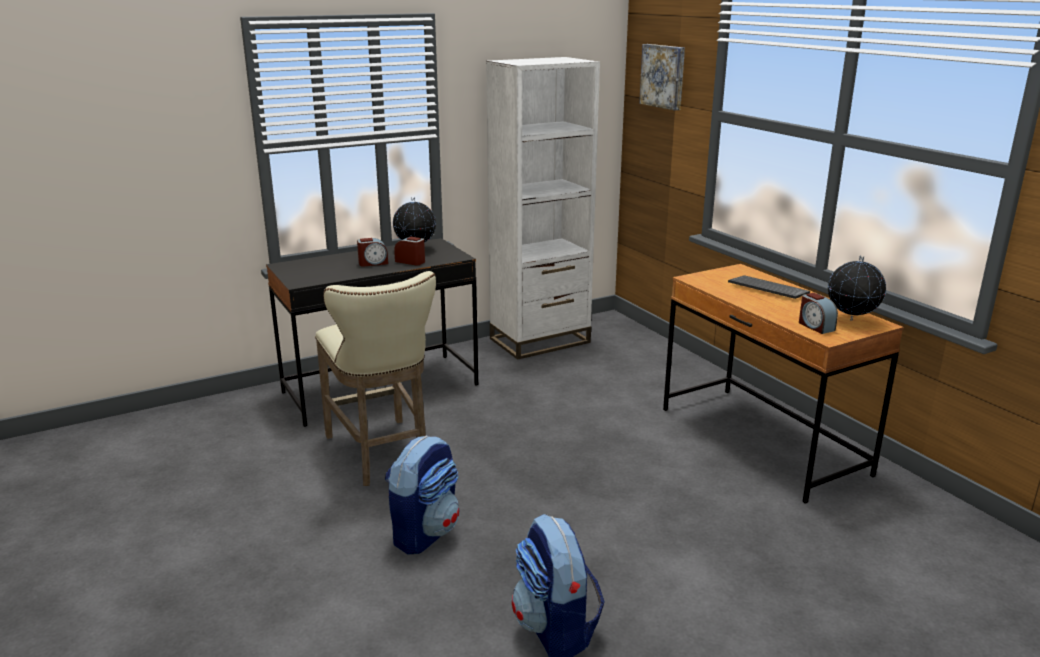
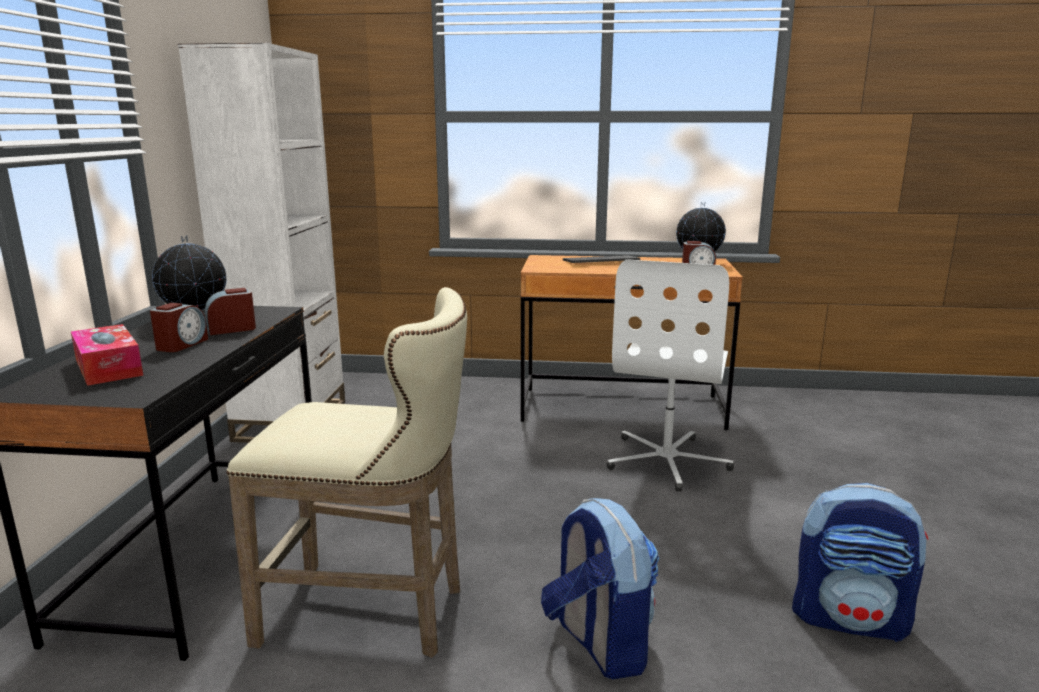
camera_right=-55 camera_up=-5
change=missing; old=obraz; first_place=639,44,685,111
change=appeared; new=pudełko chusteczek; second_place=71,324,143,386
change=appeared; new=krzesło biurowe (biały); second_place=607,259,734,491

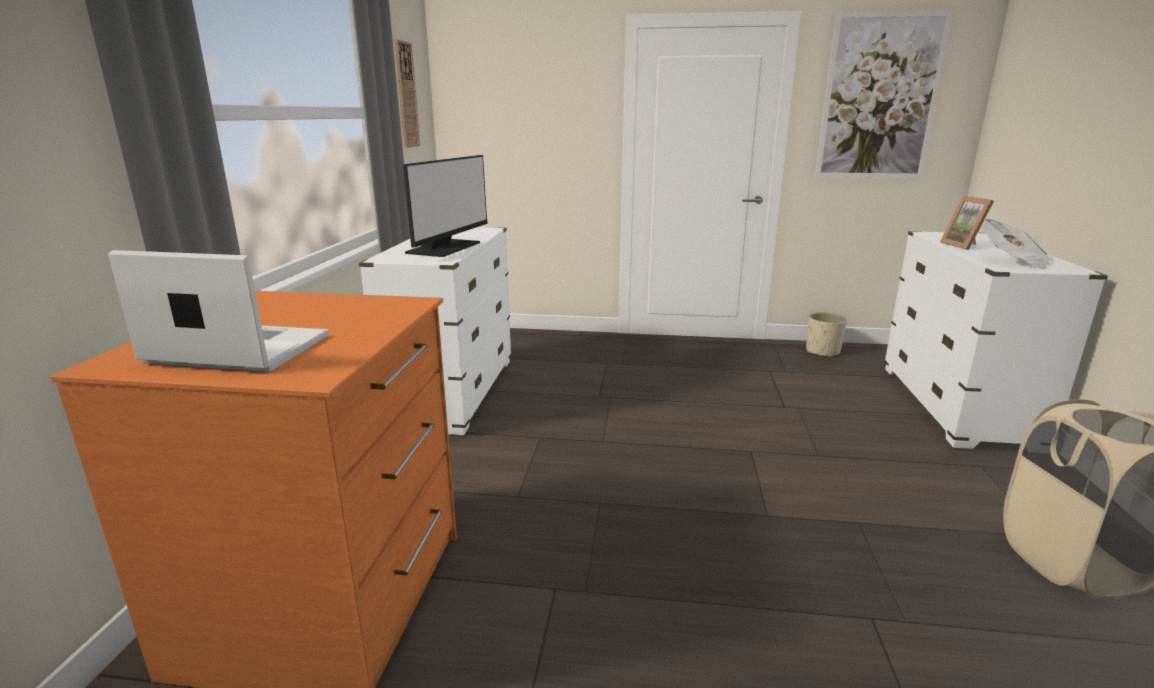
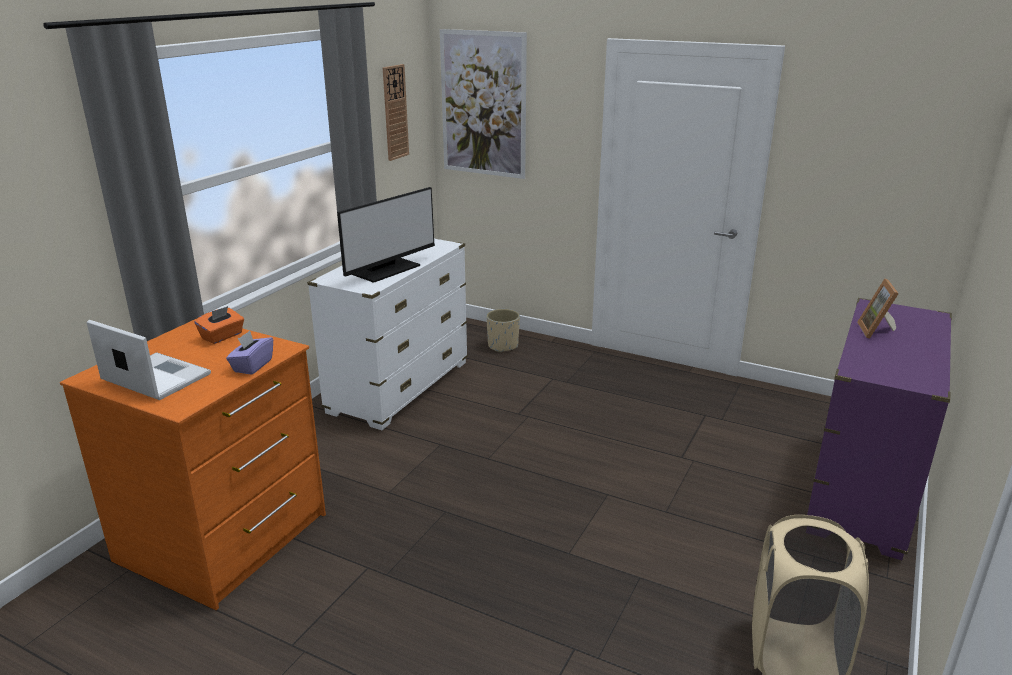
camera_right=20 camera_up=5
change=missing; old=gazeta; first_place=982,218,1053,270
change=appeared; new=pudełko chusteczek (pomarańczowy); second_place=194,306,244,344
change=appeared; new=pudełko chusteczek (fioletowy); second_place=226,331,273,375
change=relocated; old=donica (beżowy); first_place=806,312,847,357; second_place=486,309,520,353
change=relocated; old=obraz; first_place=815,10,953,178; second_place=440,29,527,179
change=colour; old=komoda (biały); new=komoda (fioletowy); first_place=884,231,1108,449; second_place=807,298,952,560

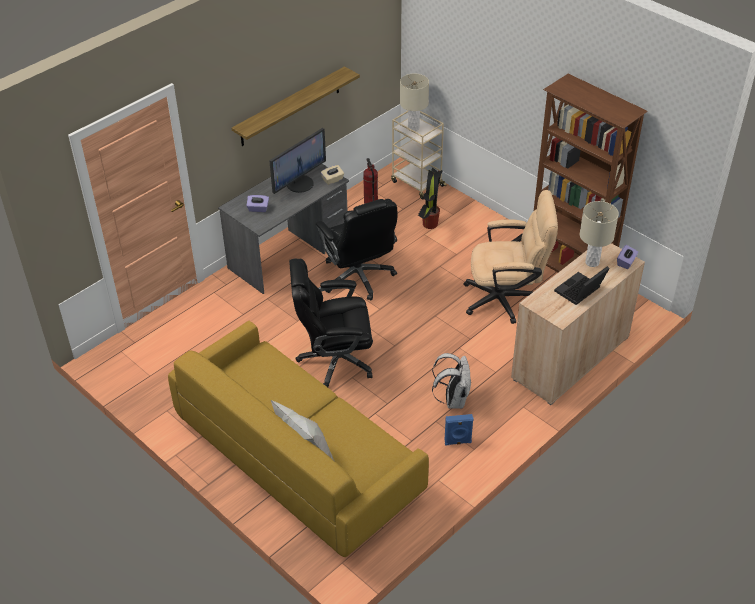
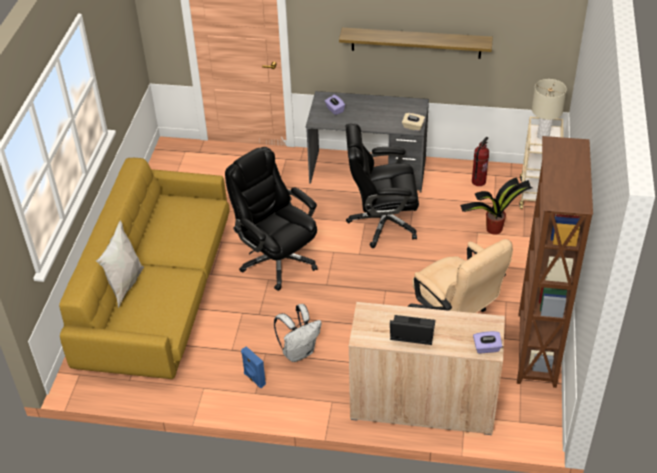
camera_right=55 camera_up=0
change=missing; old=monitor; first_place=269,128,326,194
change=missing; old=lampa stołowa (beżowy); first_place=580,201,619,267
change=spun; old=krzesło biurowe (czarny); first_place=316,199,398,301; second_place=346,124,419,248; degrees=60

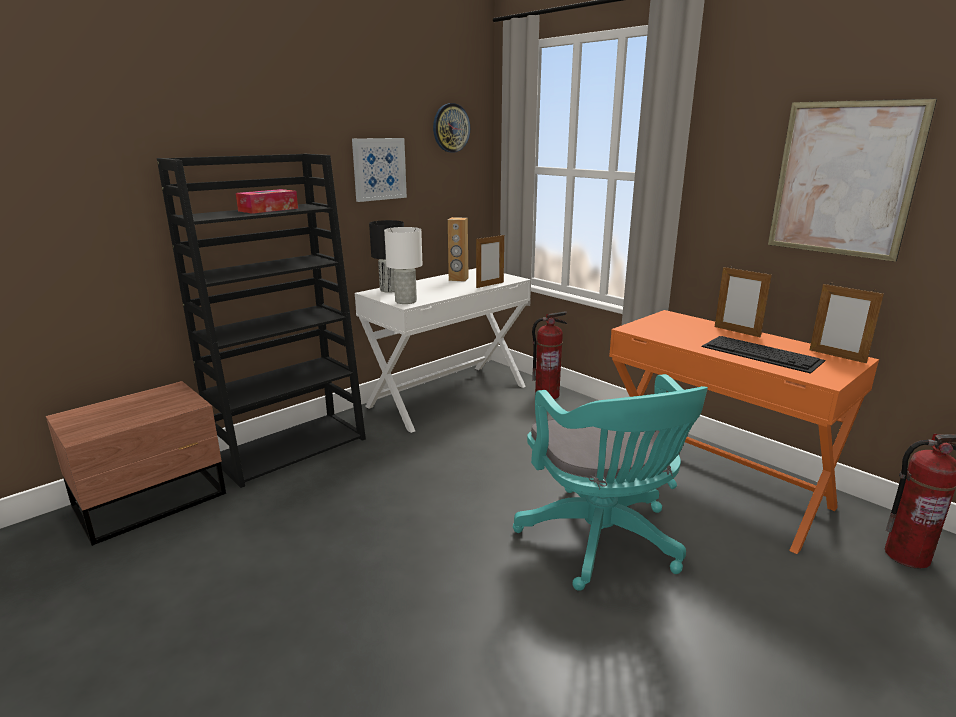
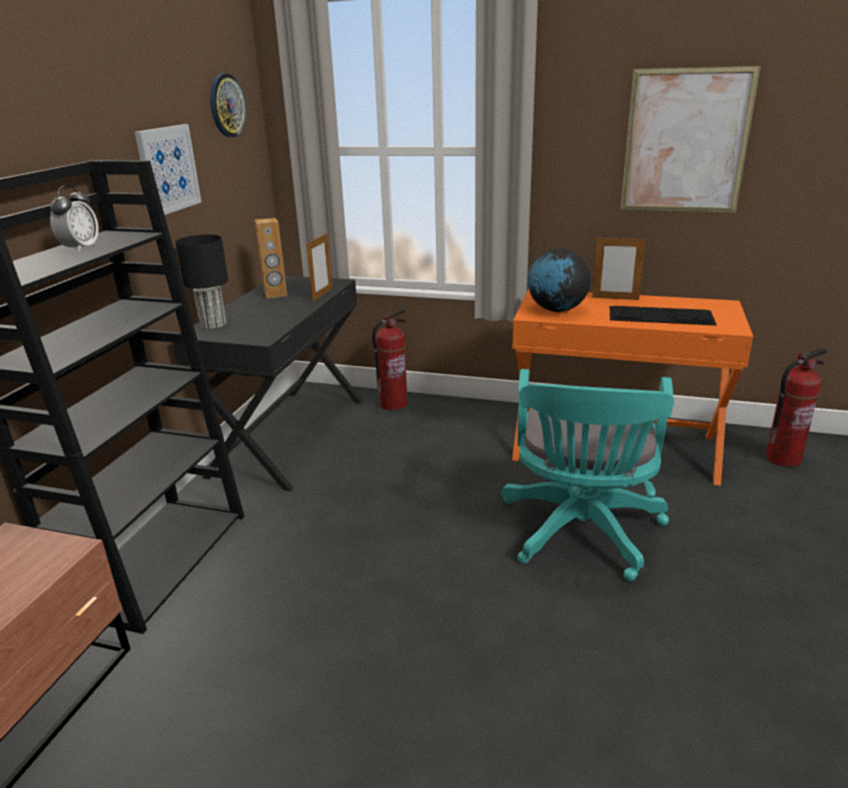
camera_right=-30 camera_up=5
change=missing; old=lampa stołowa (biały); first_place=384,227,422,304
change=missing; old=ramka na zdjęcie; first_place=809,283,884,363
change=appeared; new=globus; second_place=528,248,591,312
change=exchanged; old=pudełko chusteczek; new=budzik; first_place=236,189,298,214; second_place=50,185,99,252
change=colour; old=biurko (biały); new=biurko (czarny); first_place=355,268,531,433; second_place=173,276,363,491
change=spun; old=krzesło biurowe (turkusowy); first_place=513,374,708,591; second_place=502,369,674,581; degrees=60

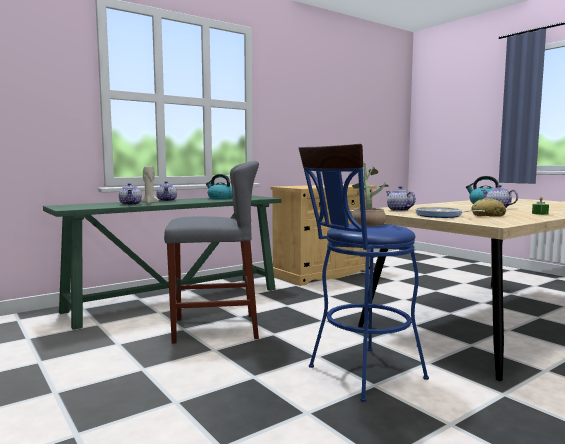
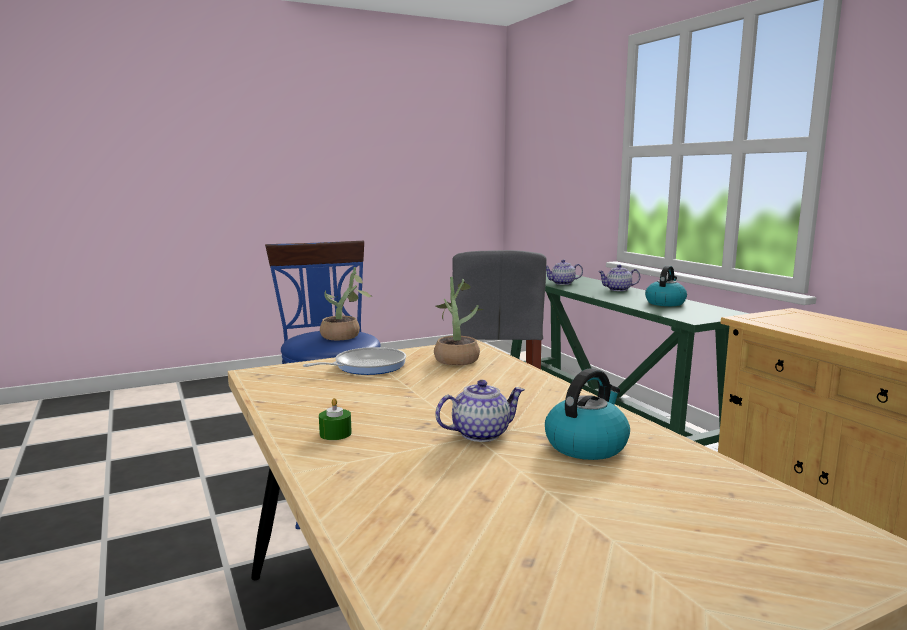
camera_right=100 camera_up=5
change=missing; old=świeca (beżowy); first_place=141,165,159,204
change=missing; old=chleb; first_place=471,198,506,217
change=exchanged; old=imbryk; new=roślina doniczkowa; first_place=386,186,416,211; second_place=434,277,483,366

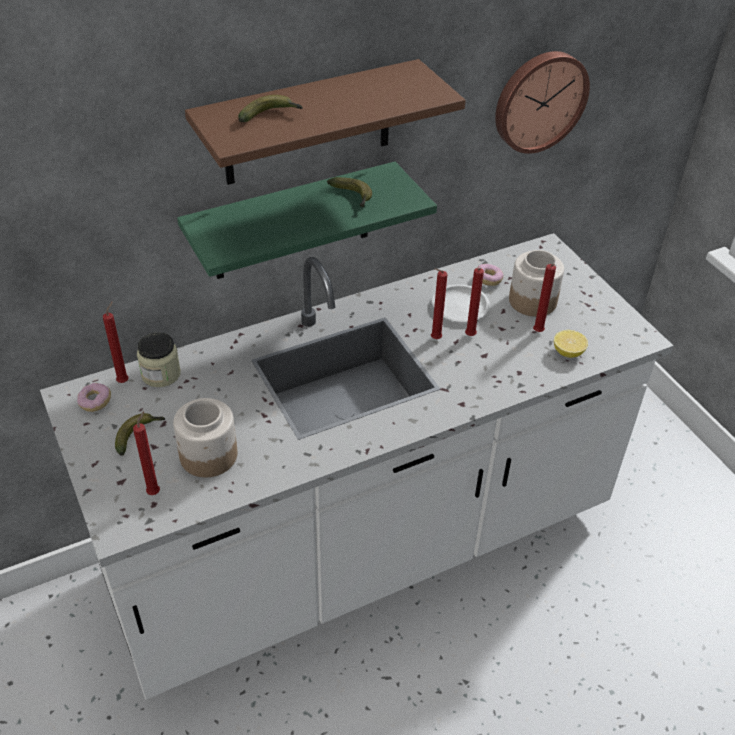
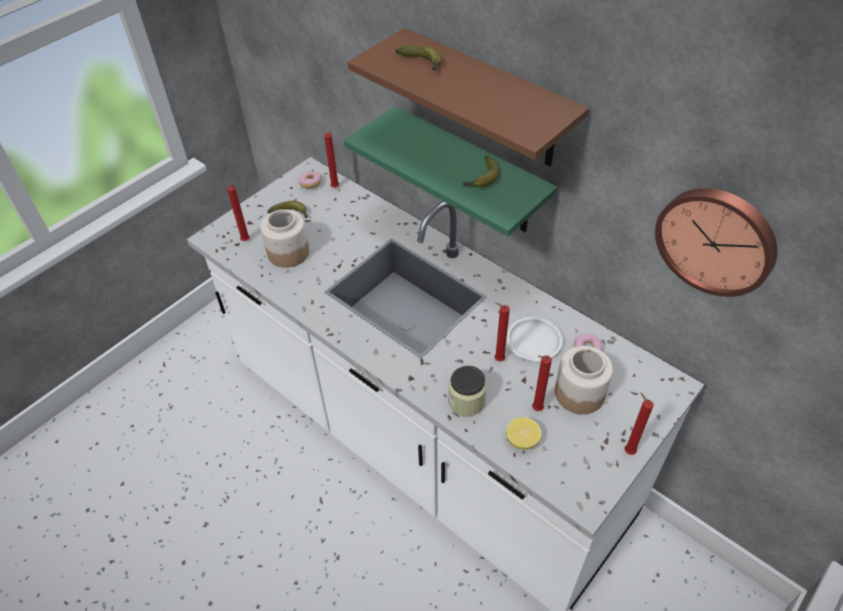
camera_right=70 camera_up=5
change=relocated; old=słoik; first_place=137,332,181,387; second_place=448,366,487,417
change=relocated; old=świeca (czerwony); first_place=431,268,448,339; second_place=624,392,654,455

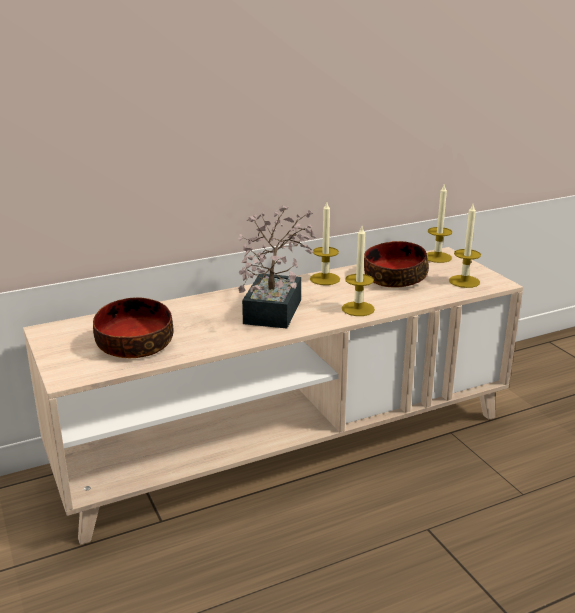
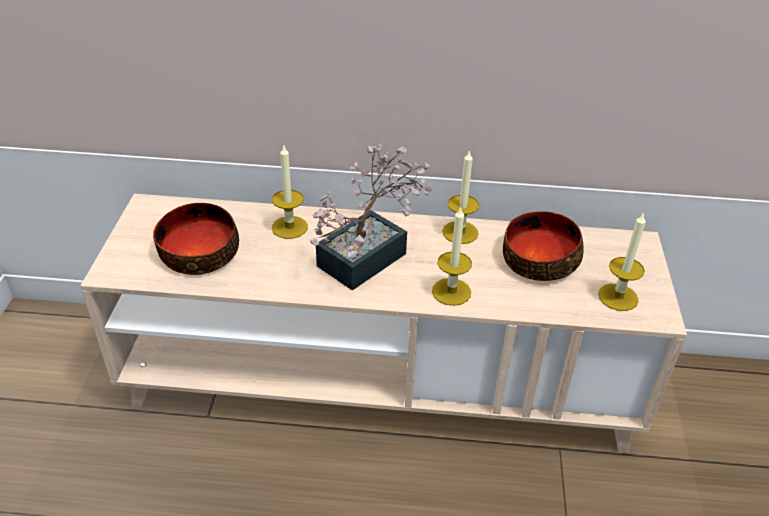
camera_right=30 camera_up=15
change=relocated; old=świeca; first_place=427,183,452,263; second_place=272,146,308,239

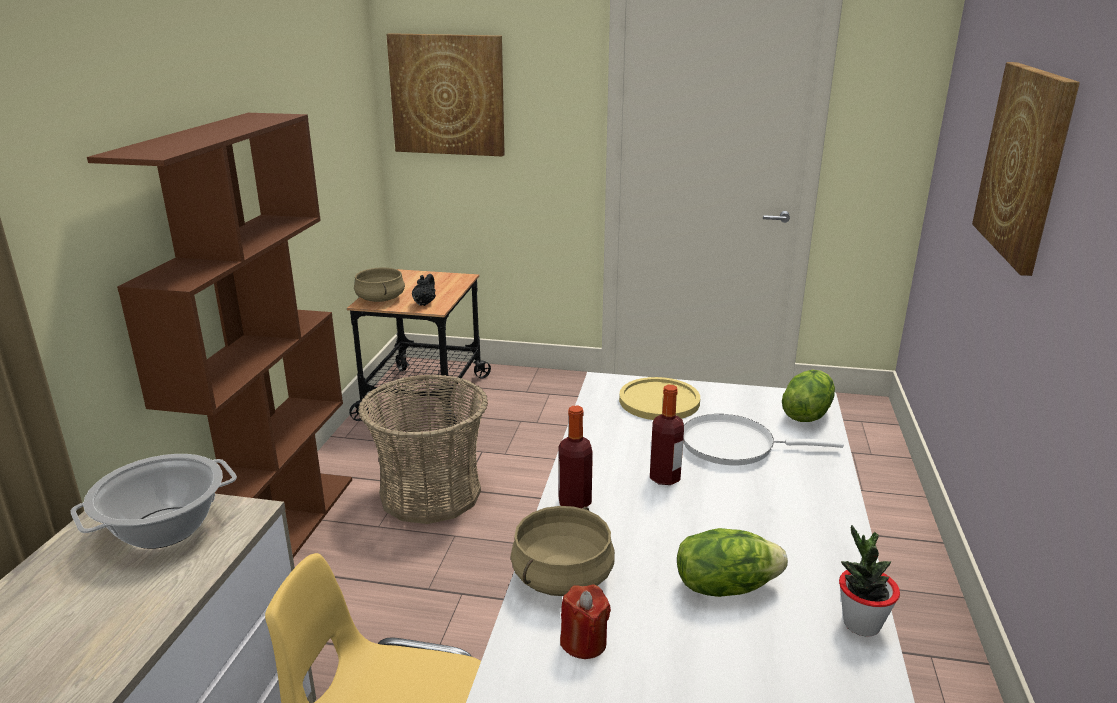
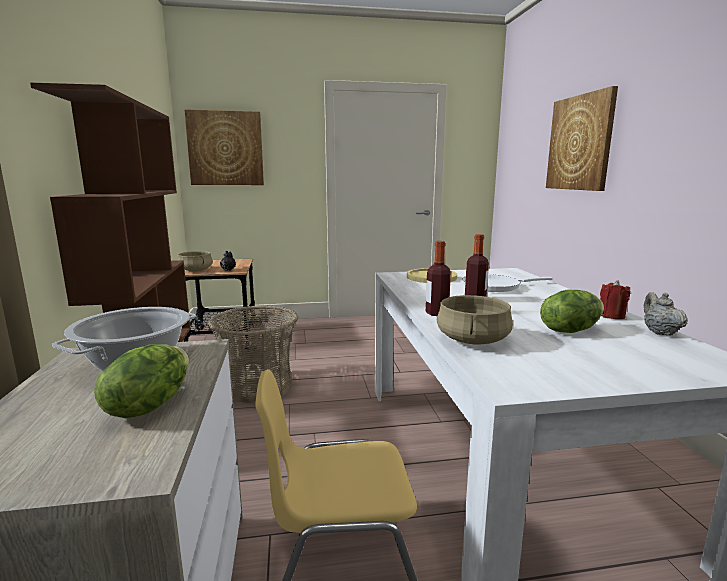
camera_right=-20 camera_up=-10
change=relocated; old=świeca (czerwony); first_place=560,584,611,659; second_place=600,280,631,319
change=relocated; old=sałata; first_place=782,370,835,422; second_place=94,344,189,418
change=exchanged; old=roślina doniczkowa; new=imbryk (beżowy); first_place=839,525,900,637; second_place=644,292,688,336

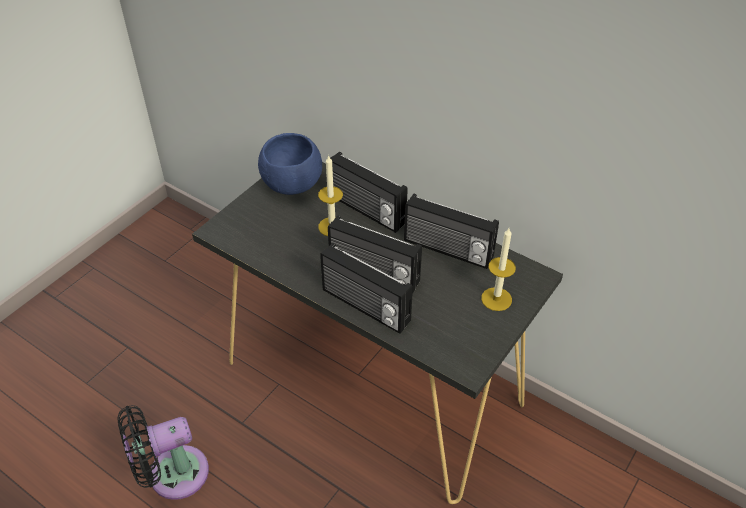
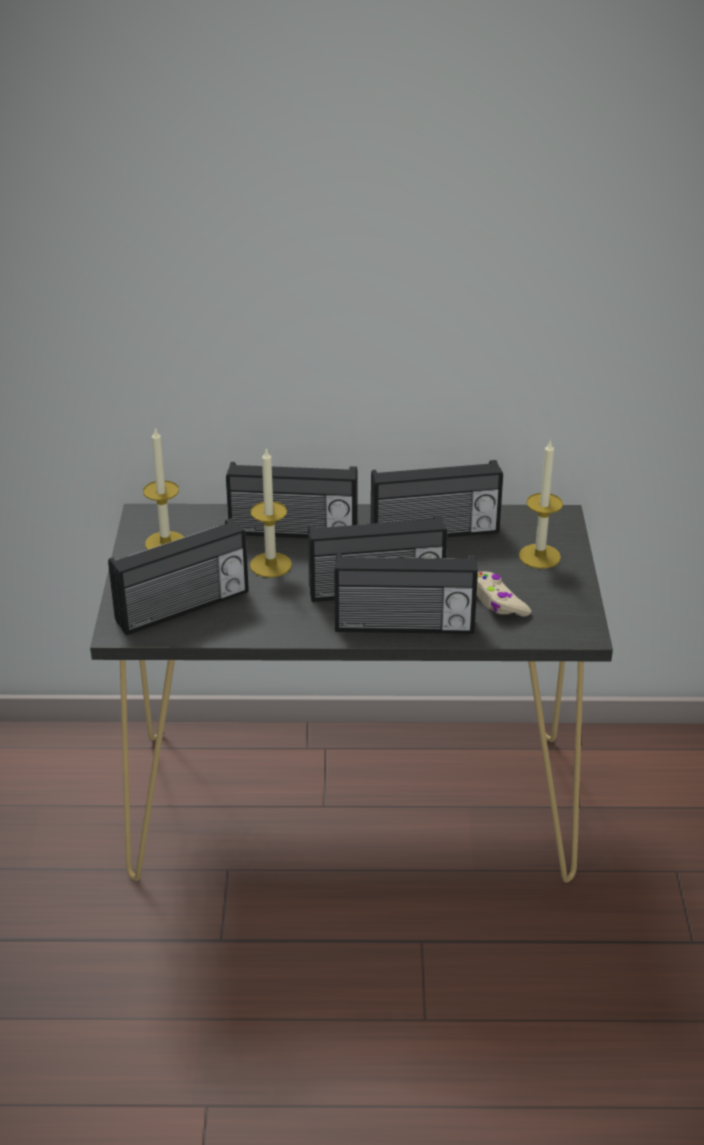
camera_right=-35 camera_up=-10
change=missing; old=wentylator (czarny); first_place=117,405,209,500
change=appeared; new=radio; second_place=108,518,249,636
change=appeared; new=pad do gier (beżowy); second_place=477,571,531,617
change=exchanged; old=miska (niebieski); new=świeca; first_place=258,133,322,195; second_place=143,427,184,550

